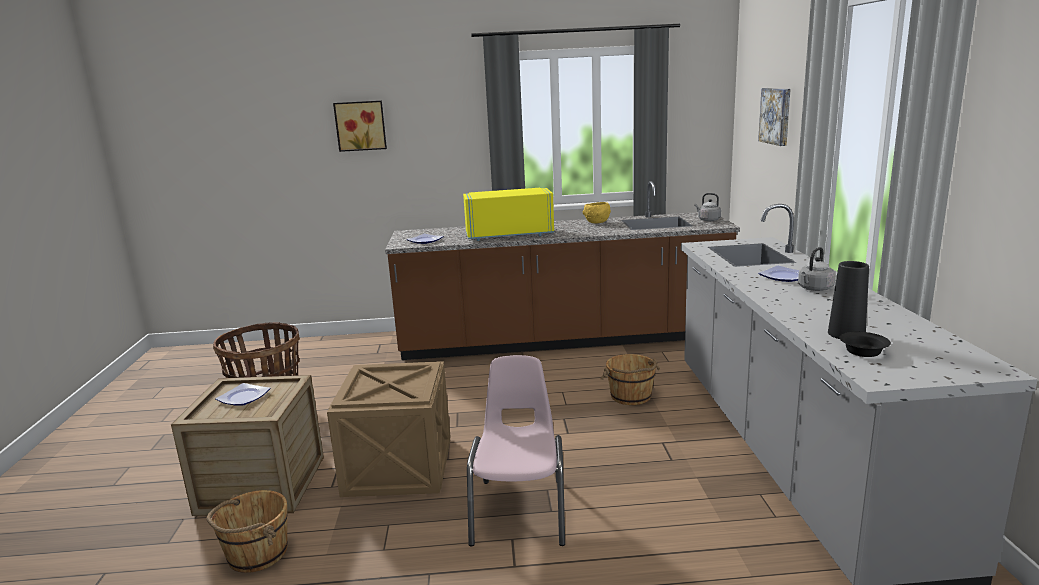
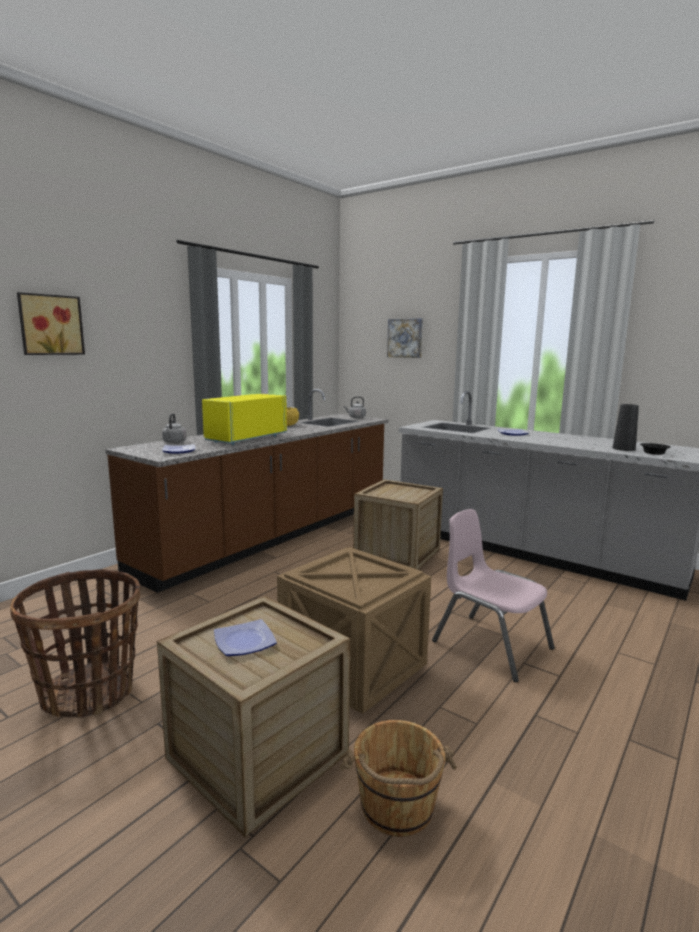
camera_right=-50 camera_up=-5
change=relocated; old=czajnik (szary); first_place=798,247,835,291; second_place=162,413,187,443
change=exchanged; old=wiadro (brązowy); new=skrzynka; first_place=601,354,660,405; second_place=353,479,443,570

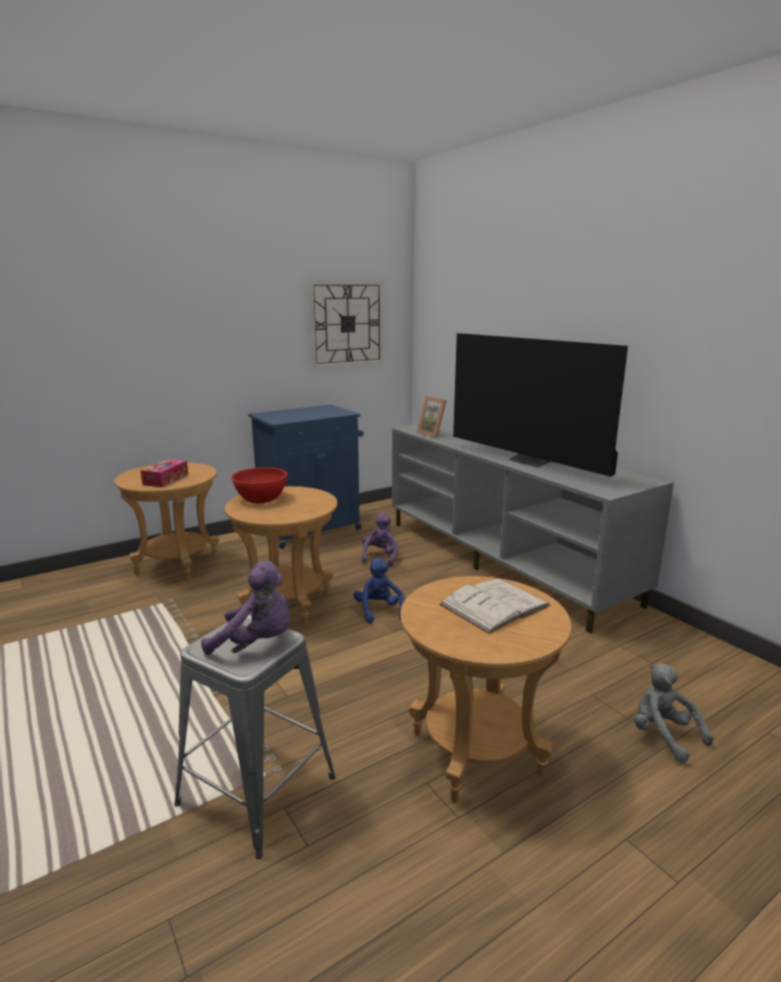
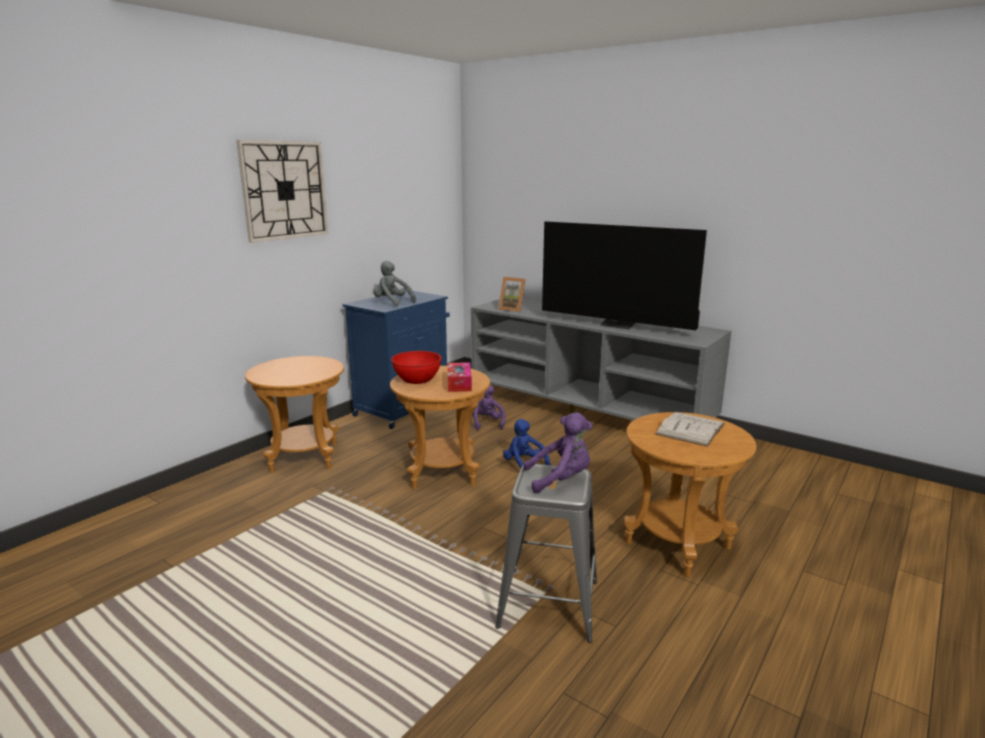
camera_right=-20 camera_up=0
change=relocated; old=pudełko chusteczek; first_place=141,459,188,487; second_place=447,362,472,392
change=relocated; old=zegar ścienny; first_place=309,281,383,368; second_place=236,140,328,243
change=relocated; old=pluszak (szary); first_place=634,664,713,763; second_place=373,261,416,306

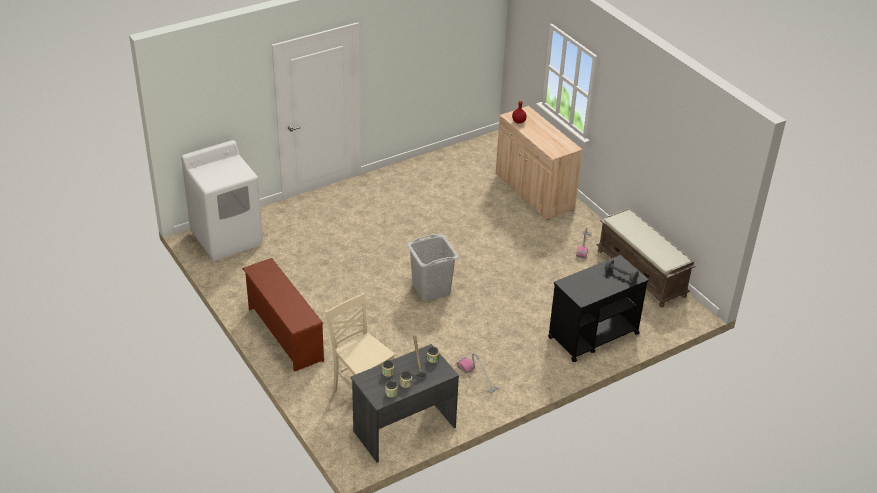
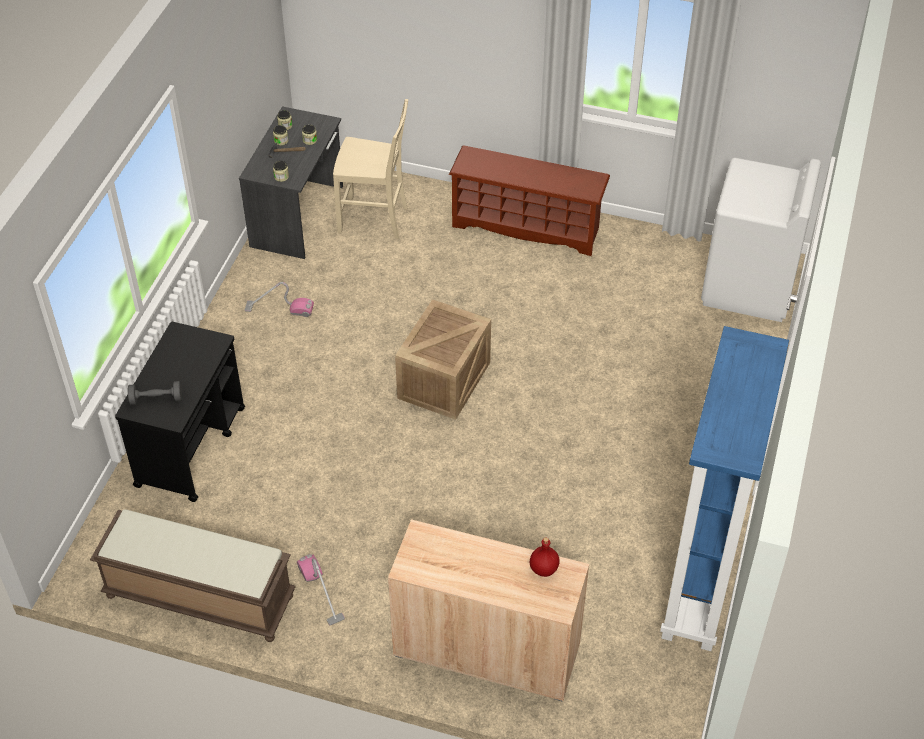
camera_right=140 camera_up=10
change=appeared; new=regał (niebieski); second_place=660,326,789,651
change=exchanged; old=kosz na pranie (szary); new=skrzynka; first_place=407,234,459,301; second_place=395,299,491,420

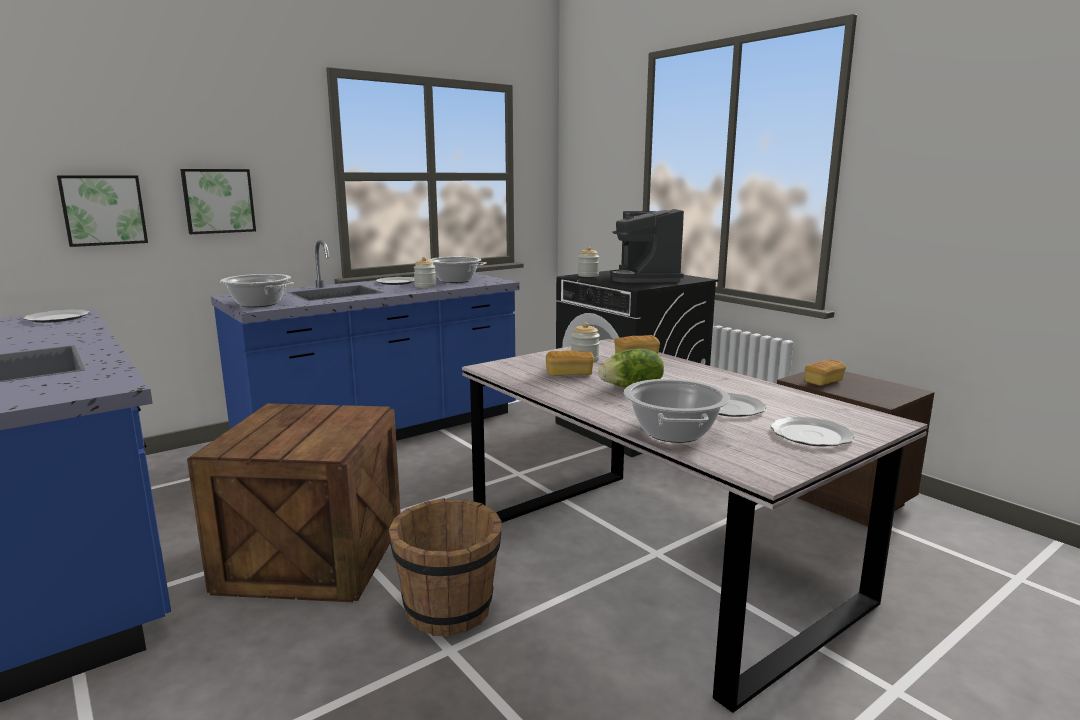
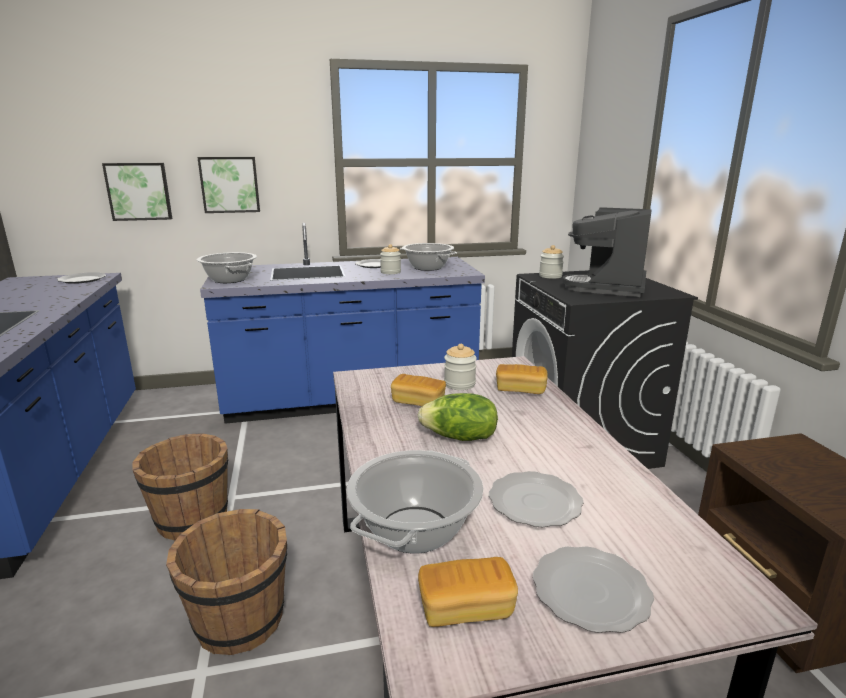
camera_right=25 camera_up=5
change=relocated; old=chleb; first_place=805,359,846,386; second_place=418,557,518,627
change=exchanged; old=skrzynka; new=wiadro (brązowy); first_place=187,403,400,602; second_place=132,433,228,540

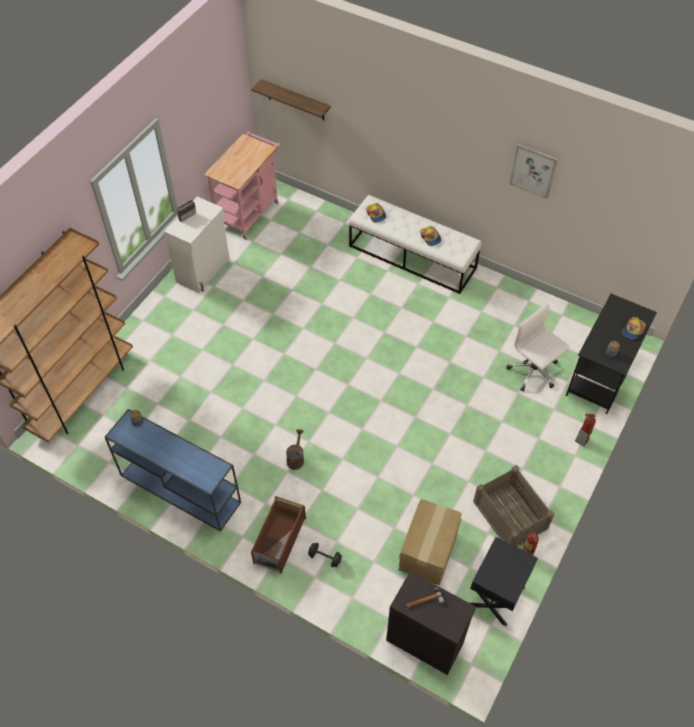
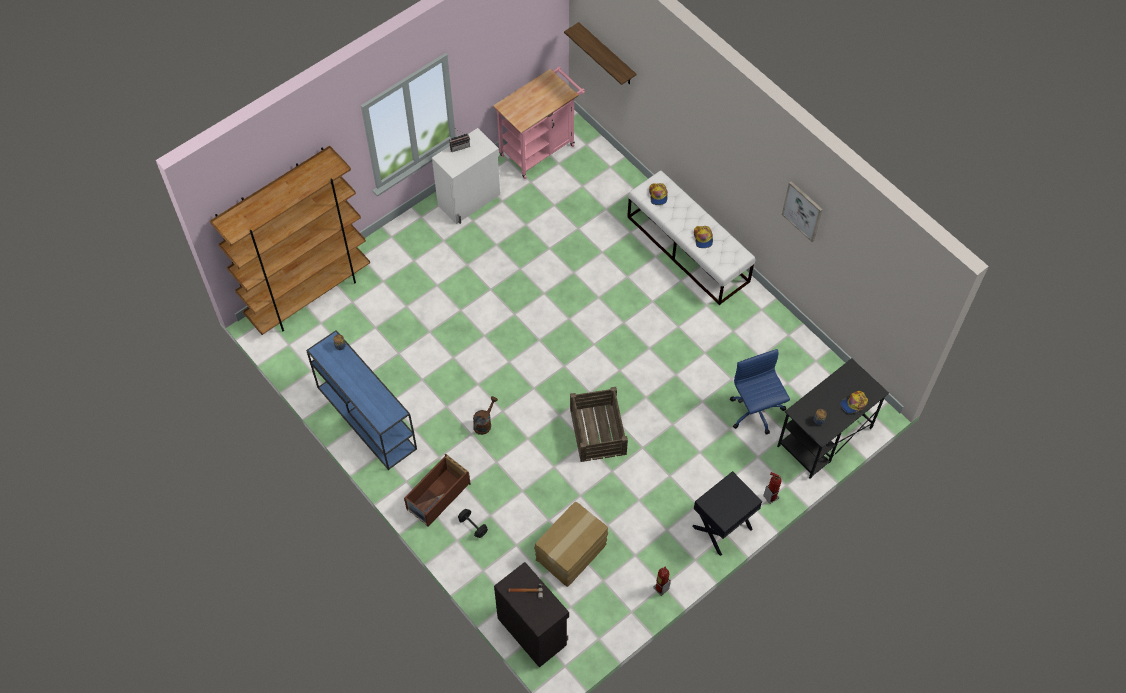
camera_right=20 camera_up=5
change=relocated; old=szafka nocna (czarny); first_place=470,537,538,626; second_place=692,471,762,556
change=relocated; old=skrzynka; first_place=473,465,554,547; second_place=570,387,628,462
change=colour; old=krzesło biurowe (biały); new=krzesło biurowe (niebieski); first_place=507,303,569,392; second_place=730,349,790,435

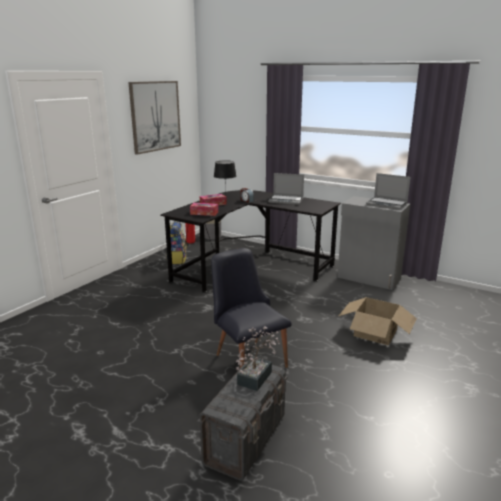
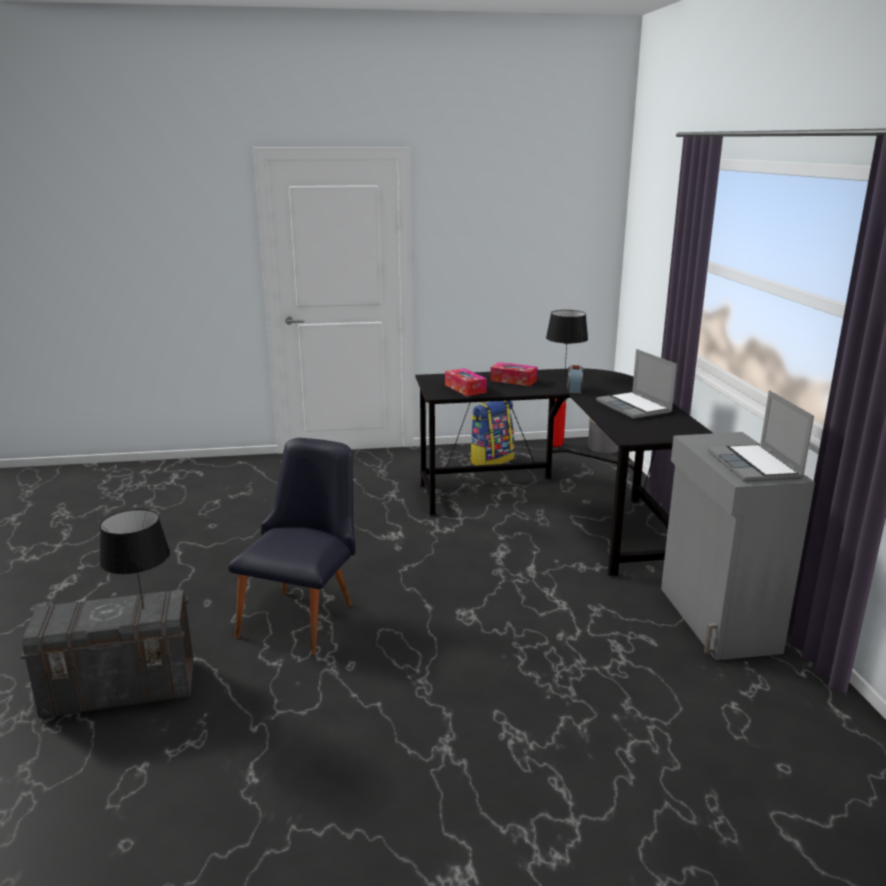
camera_right=50 camera_up=0
change=missing; old=obraz; first_place=128,81,181,155
change=missing; old=karton; first_place=339,297,417,345
change=exchanged; old=roślina doniczkowa; new=lampa stołowa (czarny); first_place=236,326,280,391; second_place=100,509,170,609

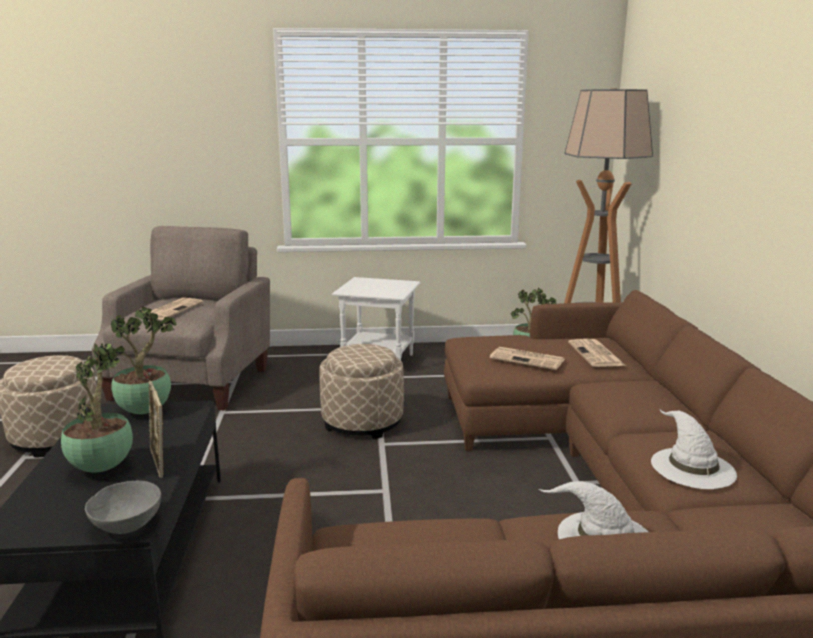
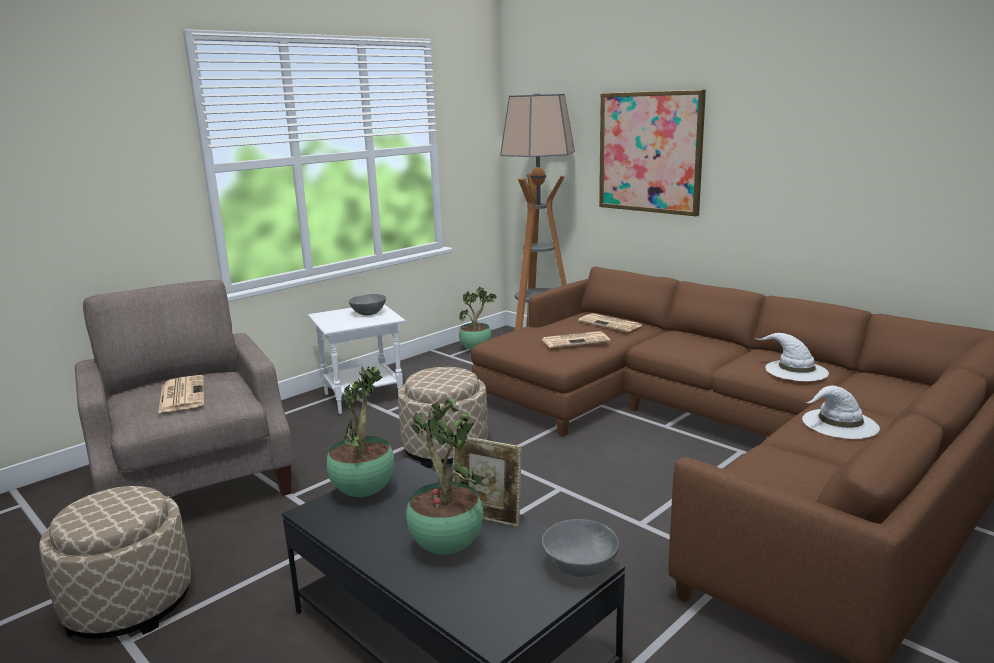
camera_right=-40 camera_up=0
change=appeared; new=miska (szary); second_place=349,294,386,315
change=appeared; new=obraz; second_place=599,90,706,216

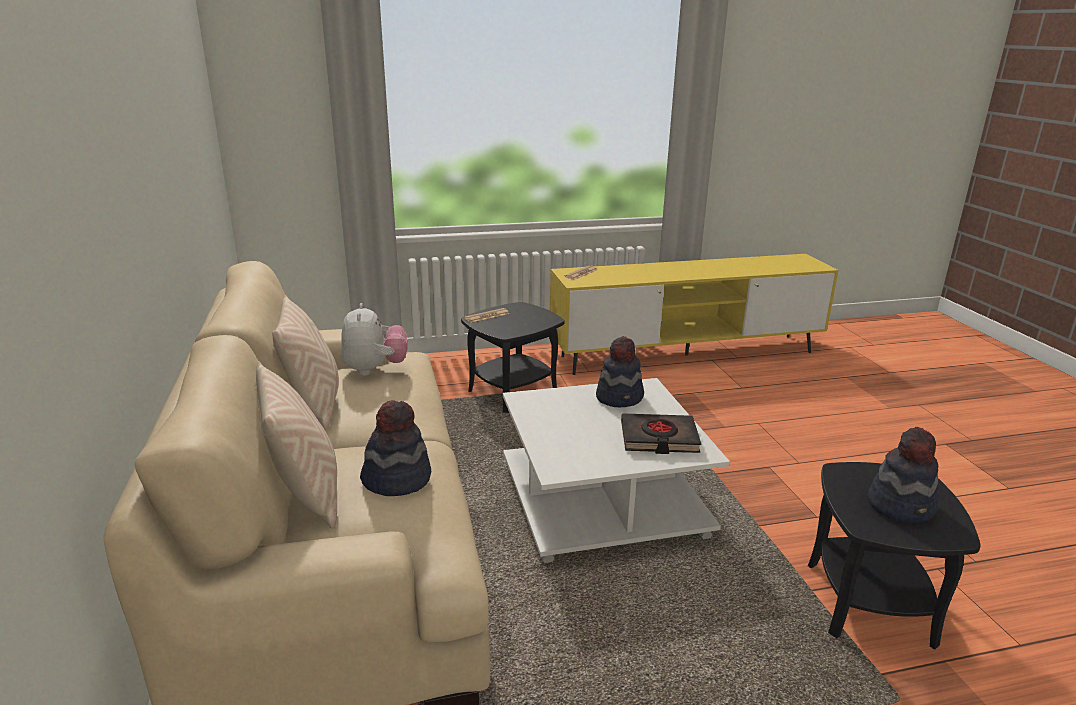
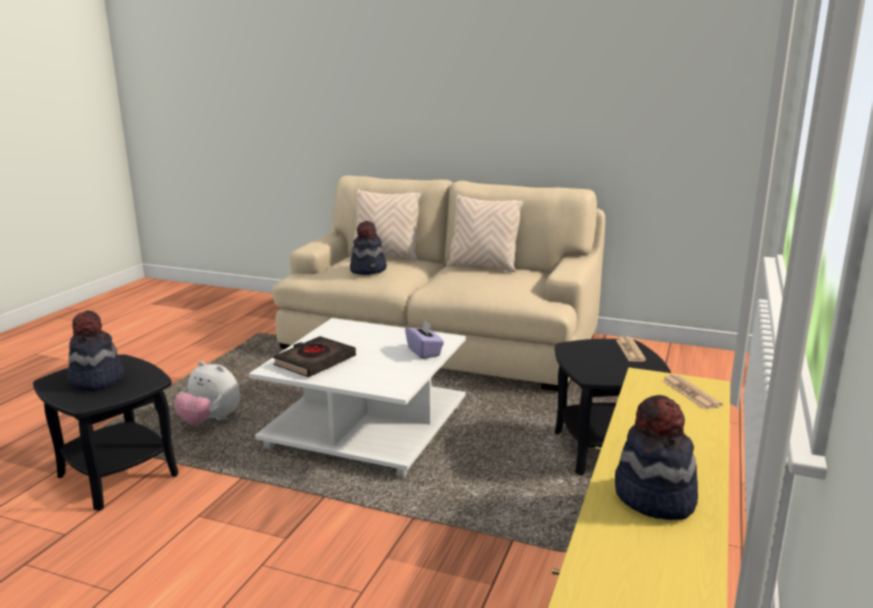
camera_right=125 camera_up=-5
change=appeared; new=pudełko chusteczek (fioletowy); second_place=405,320,444,359
change=relocated; old=pluszak; first_place=341,303,408,376; second_place=174,361,240,425
change=relocated; old=kapelusz; first_place=596,336,644,407; second_place=615,395,698,520

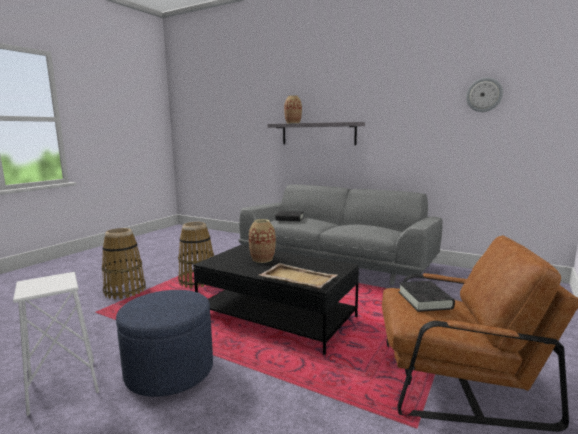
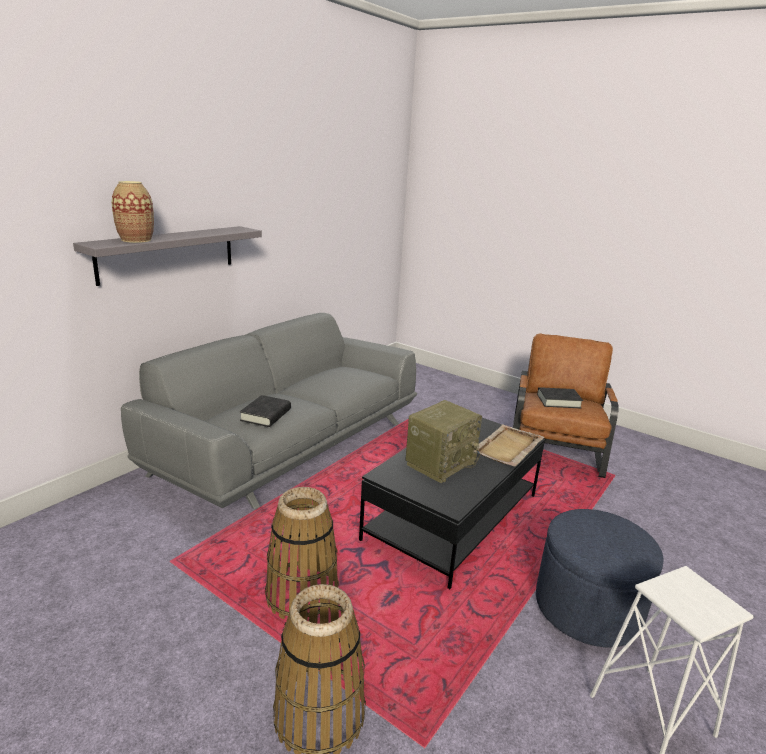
camera_right=-85 camera_up=10
change=missing; old=zegar ścienny; first_place=466,77,503,112
change=exchanged; old=wazon; new=radio; first_place=249,219,276,263; second_place=405,400,482,483

